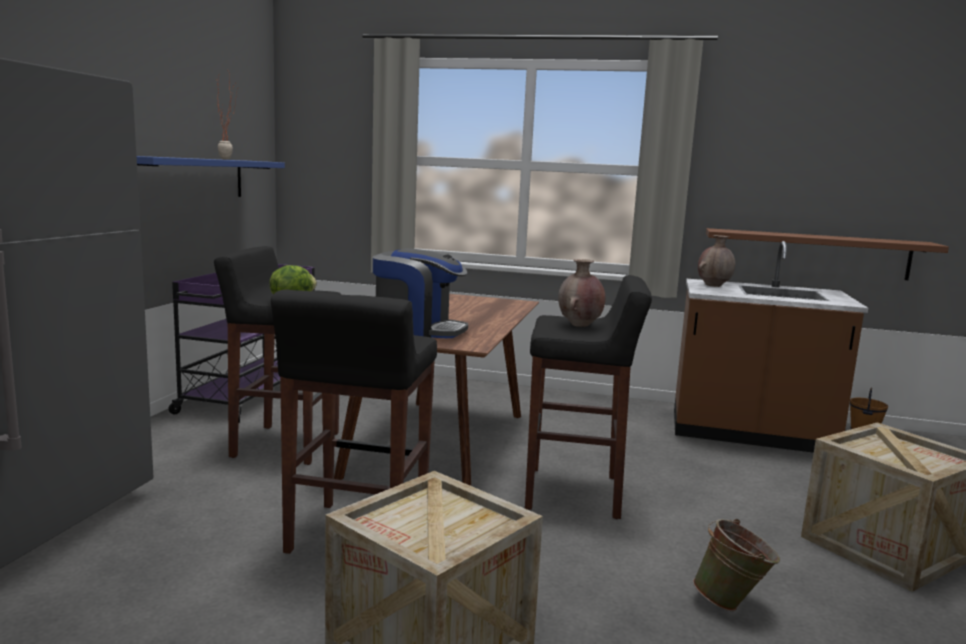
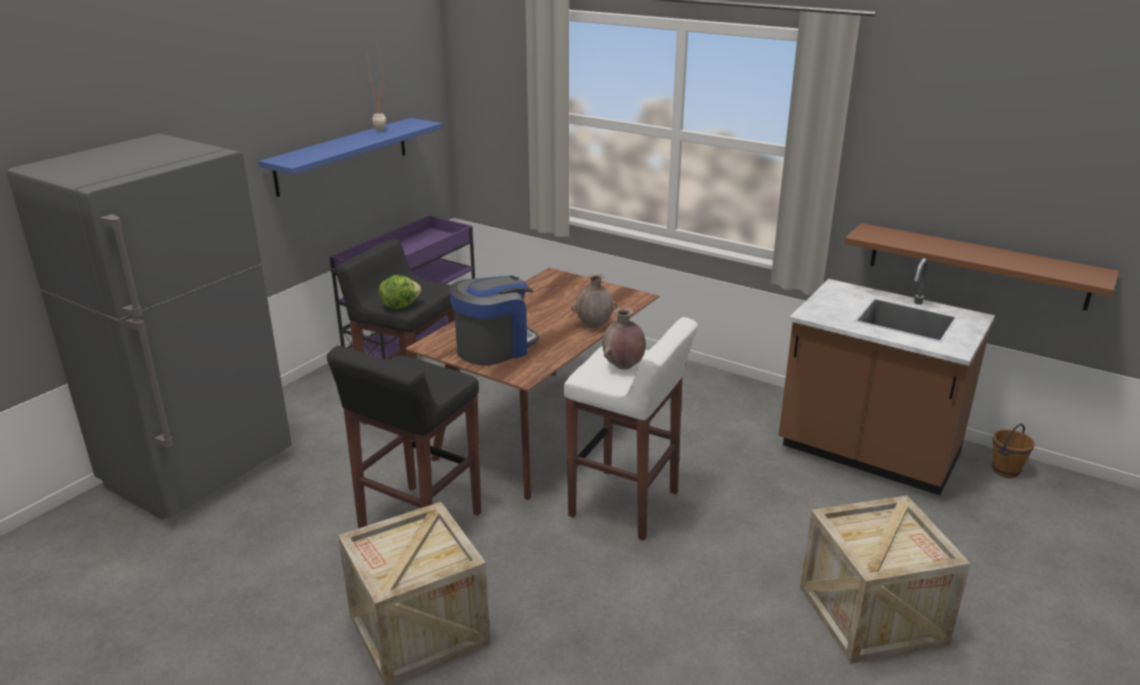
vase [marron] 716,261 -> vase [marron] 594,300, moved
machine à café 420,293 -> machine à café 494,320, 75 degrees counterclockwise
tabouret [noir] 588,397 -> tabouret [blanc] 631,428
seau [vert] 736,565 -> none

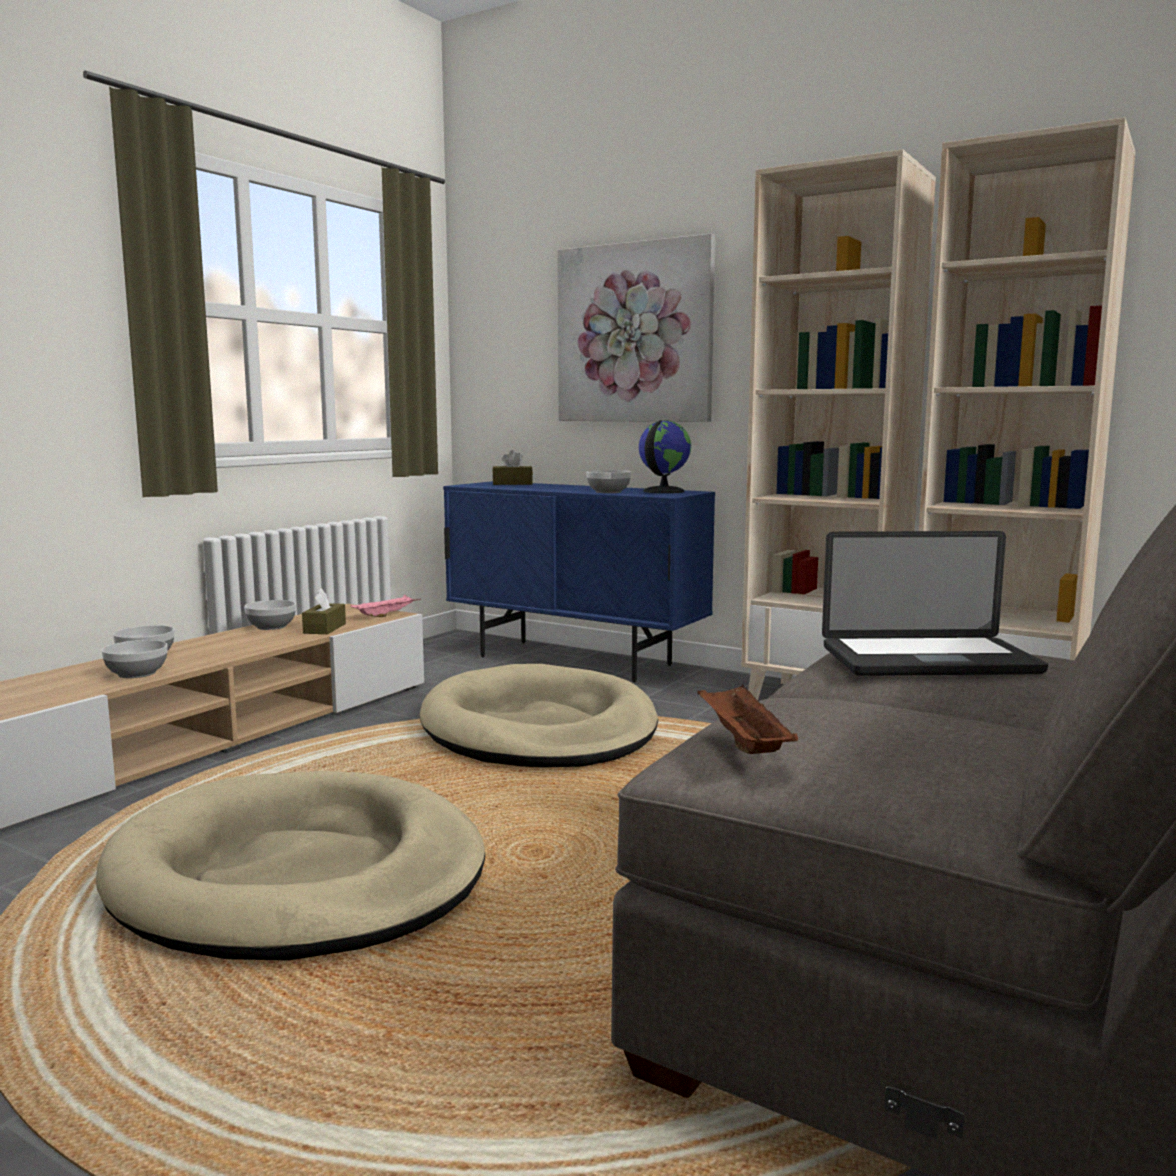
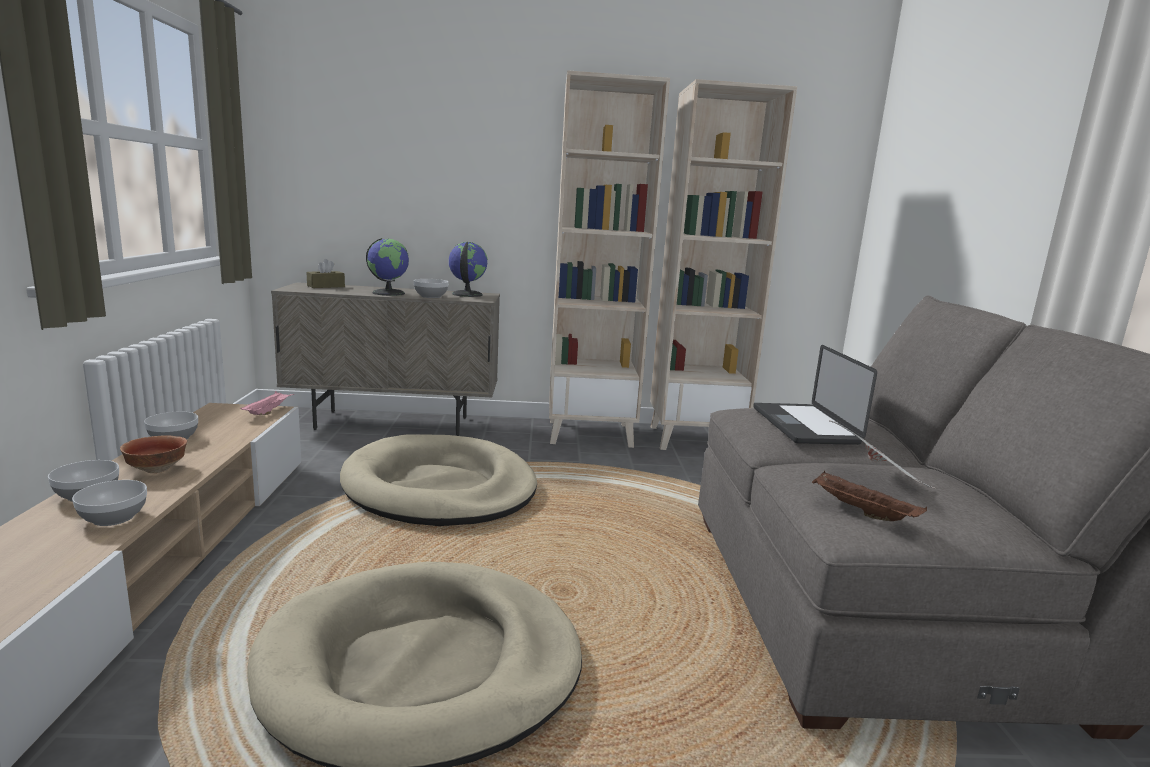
tableau 636,328 -> none
meuble de rangement [bleu] 579,582 -> meuble de rangement [beige] 385,359
ordinateur portable 935,603 -> ordinateur portable 815,395, 120 degrees clockwise
boîte à mouchoirs [marron] 324,611 -> none
none -> globe 387,267
none -> journal 881,454
none -> bol 153,454

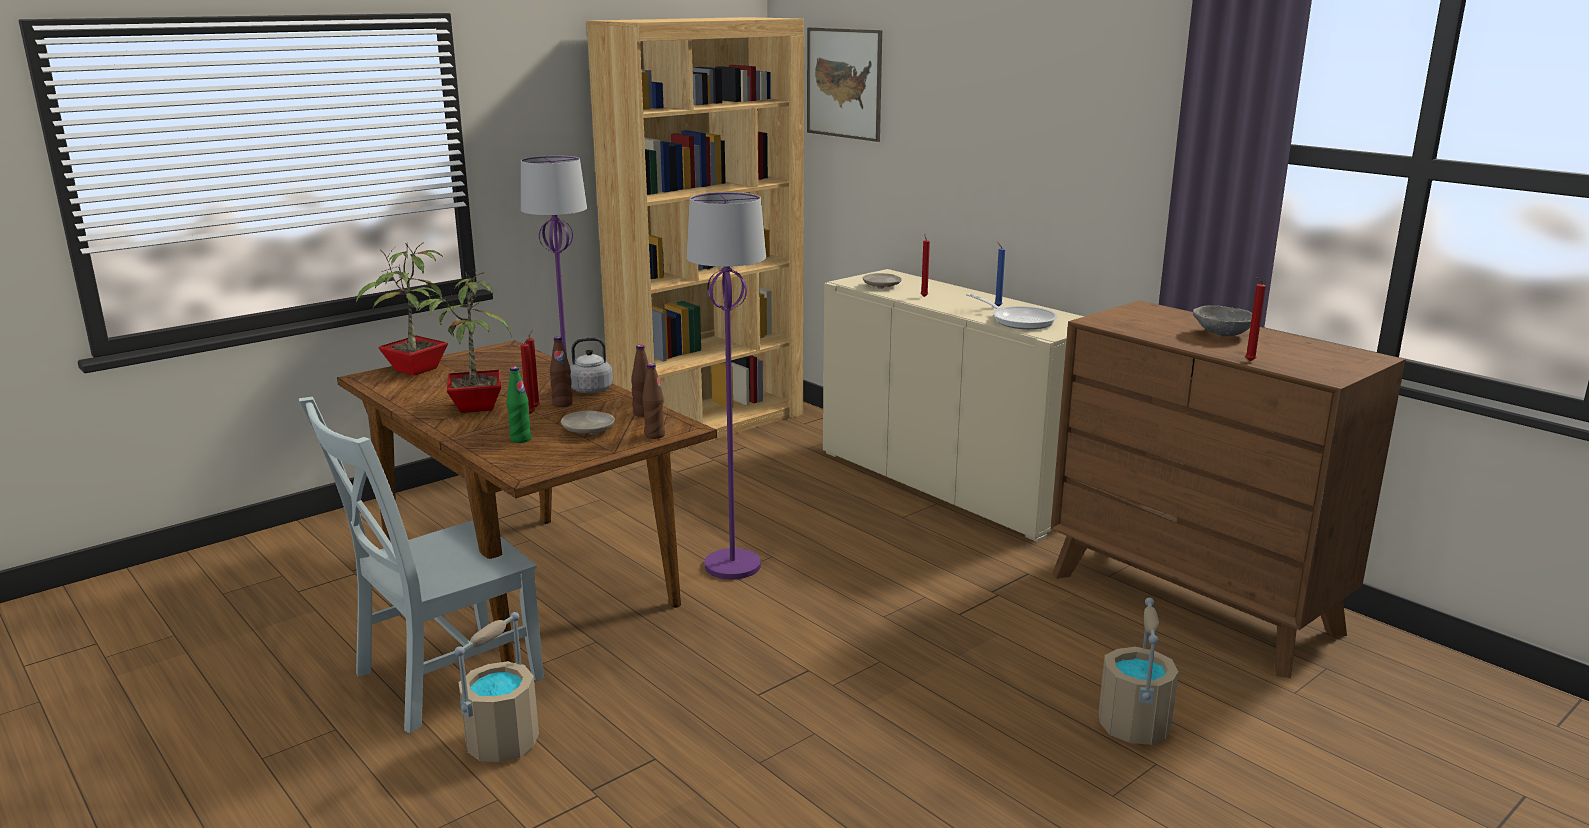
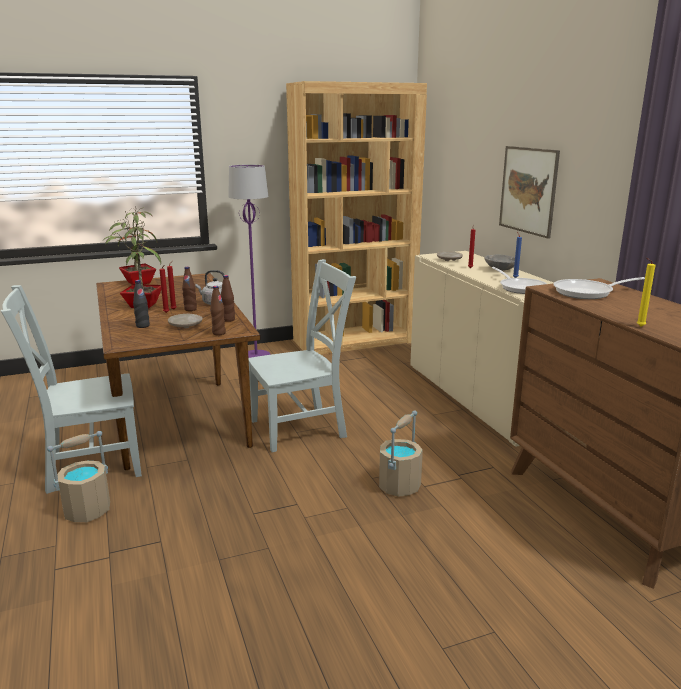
tableau 844,84 -> tableau 529,192, moved
lampadaire [violet] 726,385 -> chaise [gris] 302,355
bougie [rouge] 1255,319 -> bougie [jaune] 646,292
bol [gris] 1222,320 -> bol [gris] 499,263, moved
bouteille [vert] 519,405 -> bouteille [noir] 141,304
seau [beige] 1139,671 -> seau [beige] 401,453, moved
none -> poêle 599,288

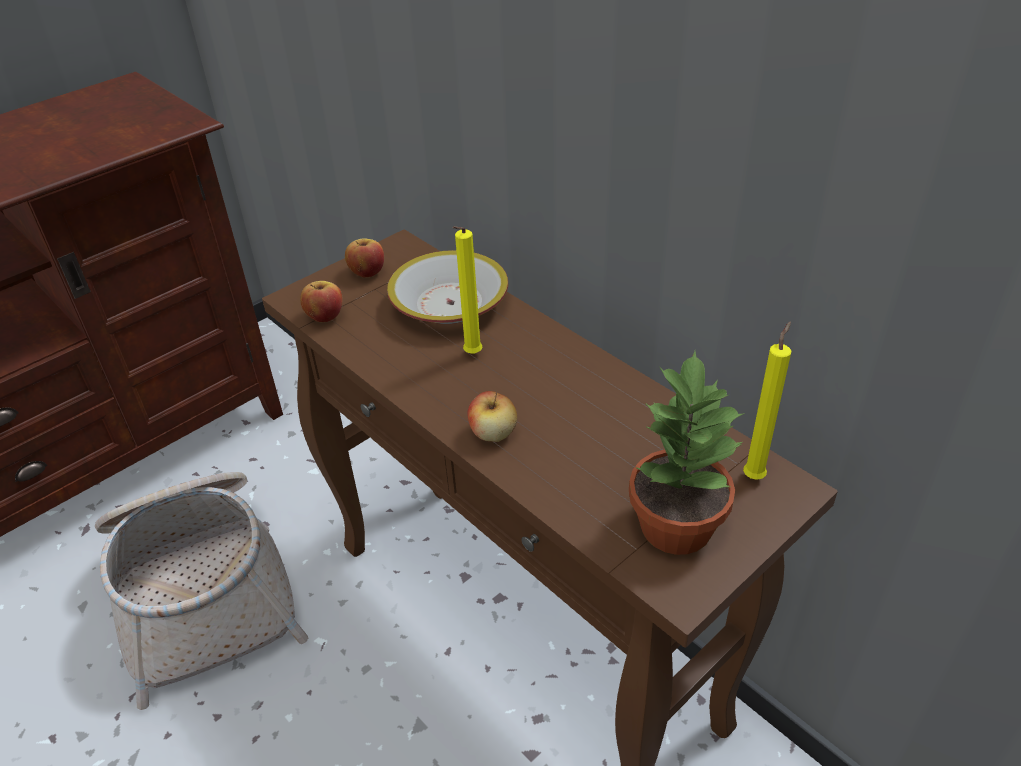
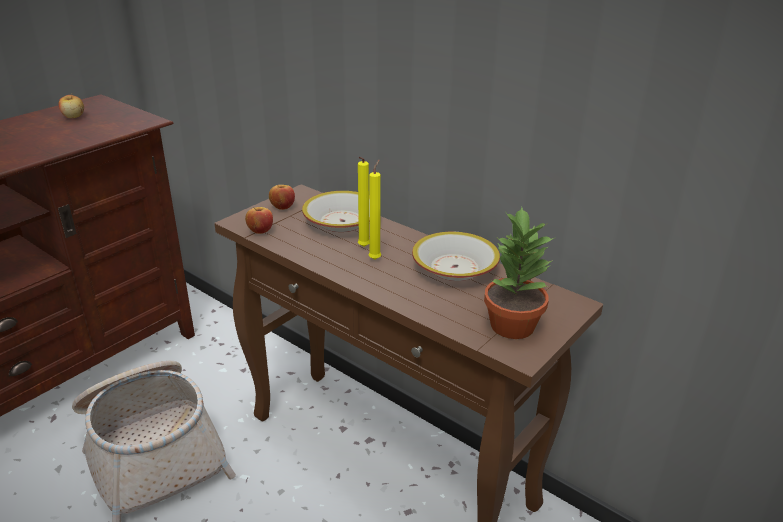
bougie [jaune] 767,400 -> bougie [jaune] 375,210, moved
pomme 492,416 -> pomme 71,106, moved
none -> bol 456,256

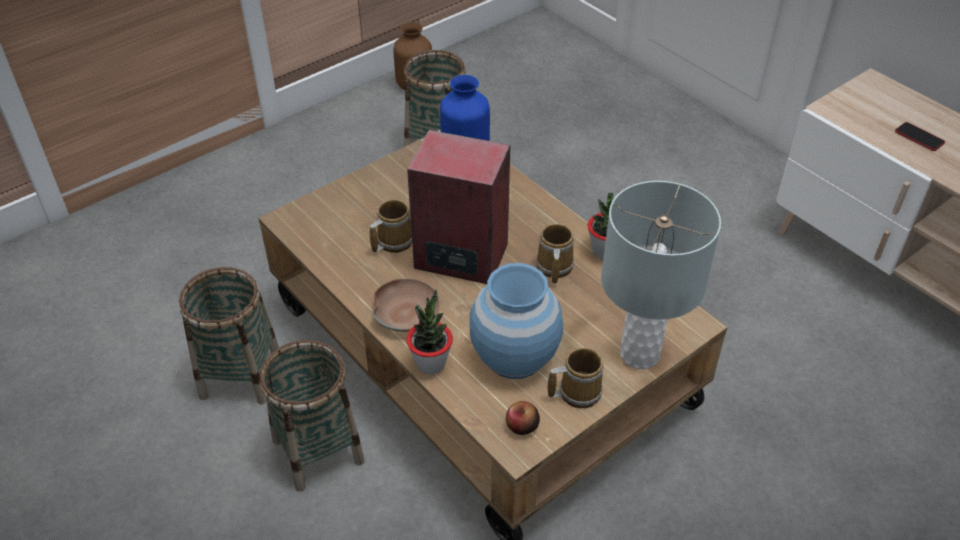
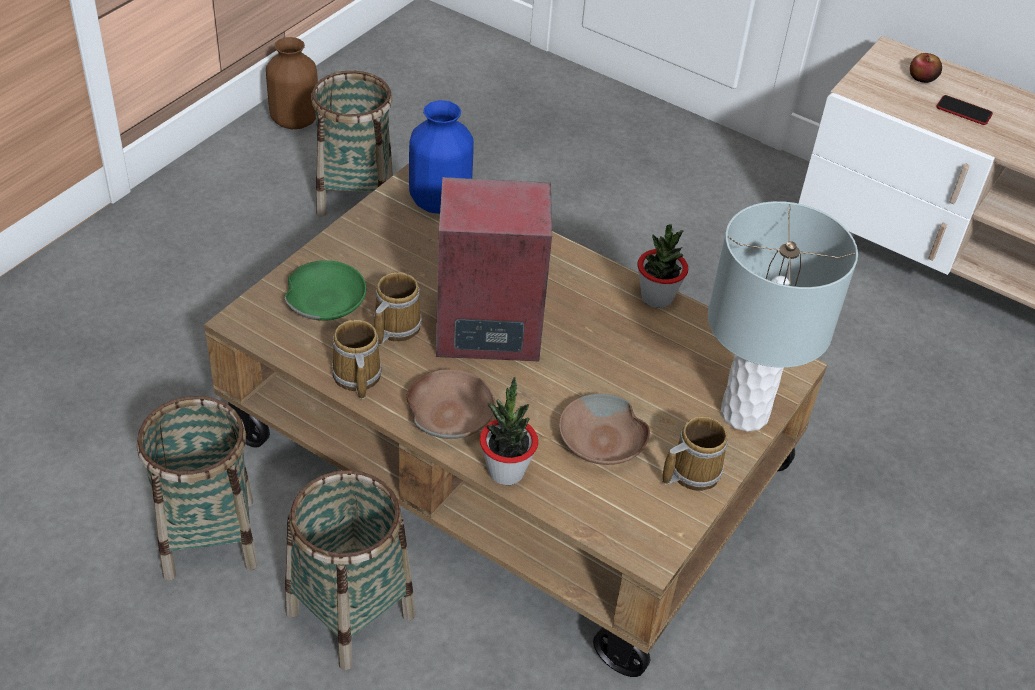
mug 555,254 -> mug 356,359, moved
vase [bleu] 516,321 -> bol [marron] 604,429
pomme 523,418 -> pomme 926,68, moved
none -> bol [vert] 325,290

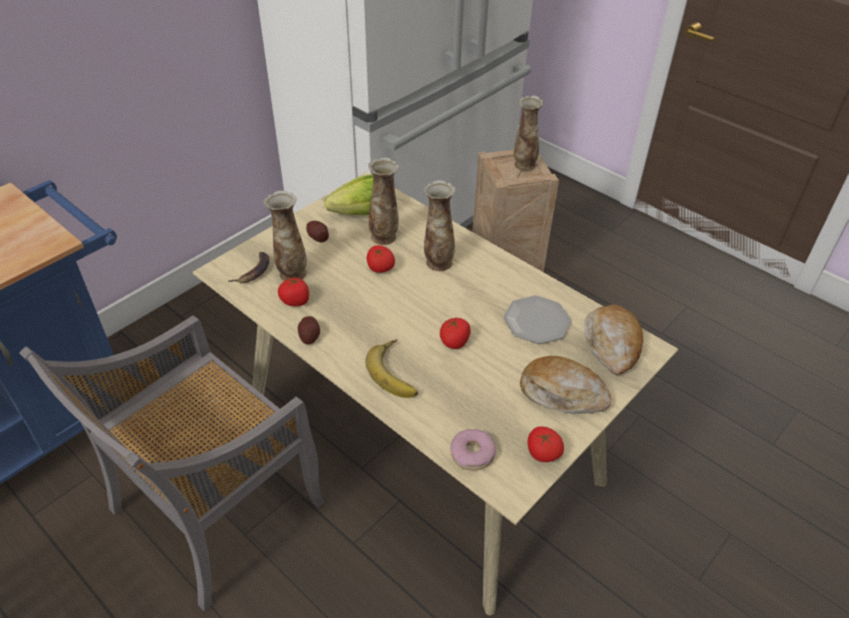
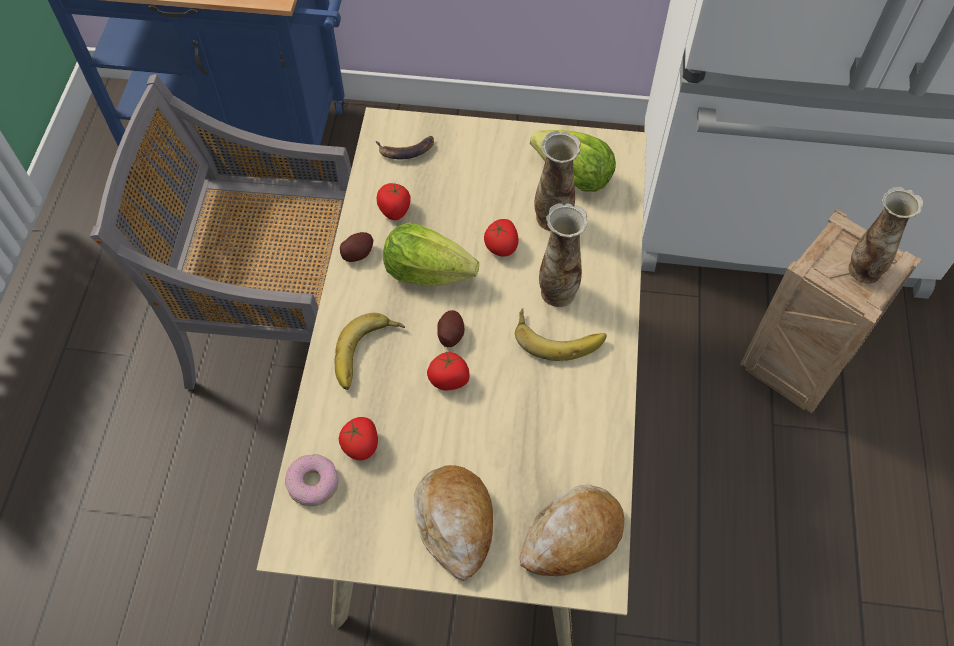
vase 285,235 -> none
pomme de terre 317,231 -> pomme de terre 451,328, moved
assiette 537,319 -> none
tomate 546,444 -> tomate 358,439, moved
none -> laitue 431,254
none -> banane 560,334

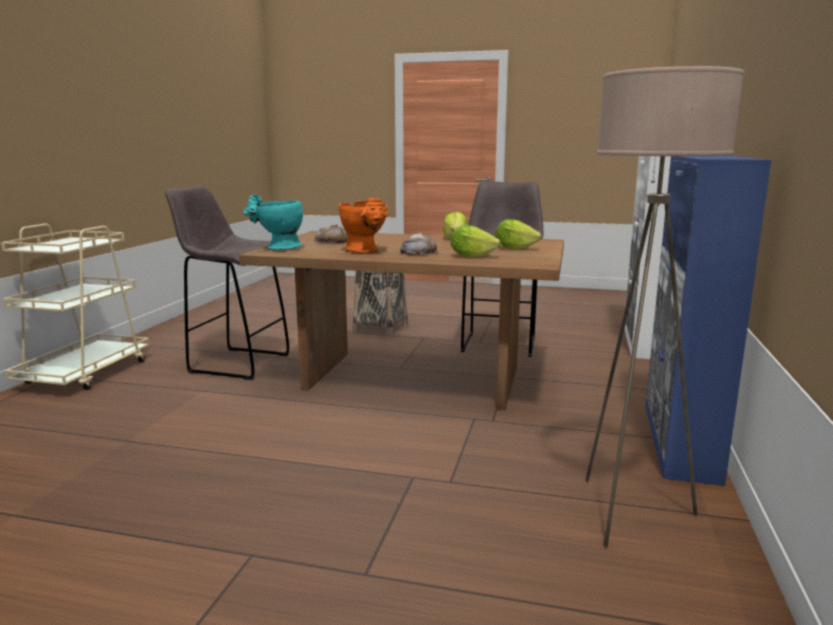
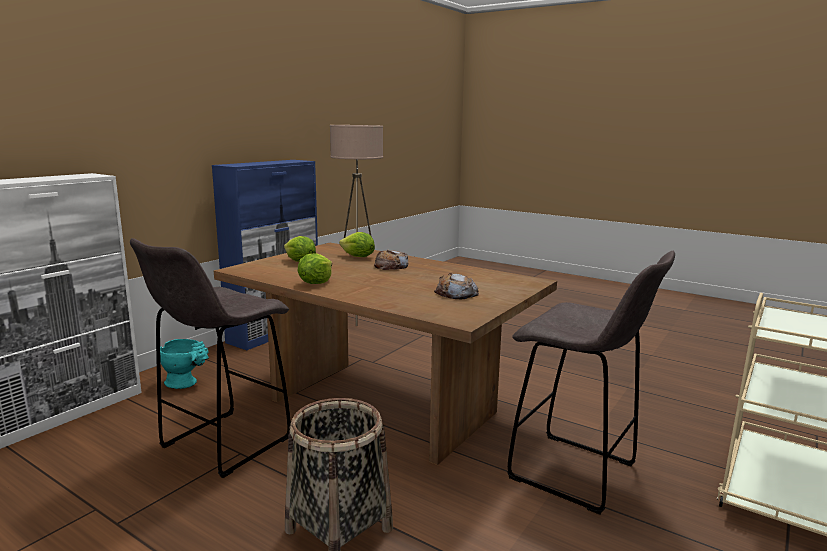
vase [turquoise] 273,222 -> vase [turquoise] 184,364, moved
vase [orange] 363,225 -> none

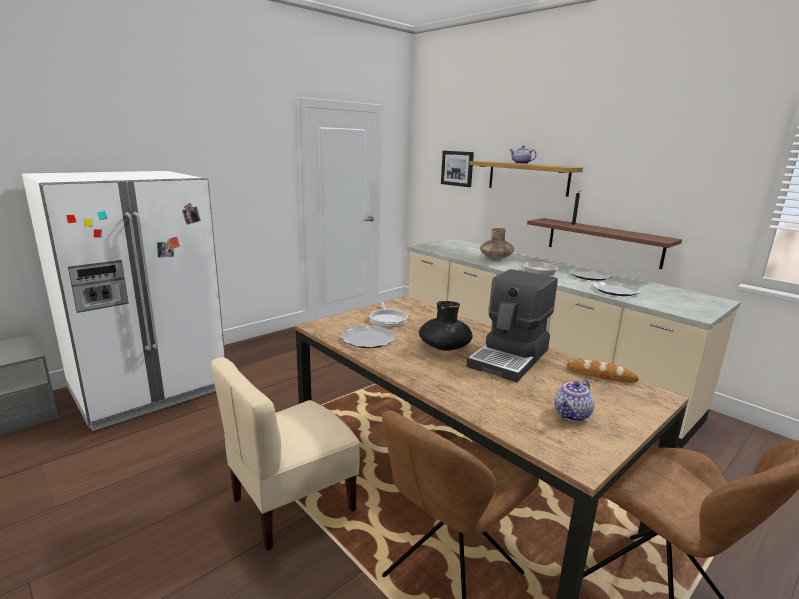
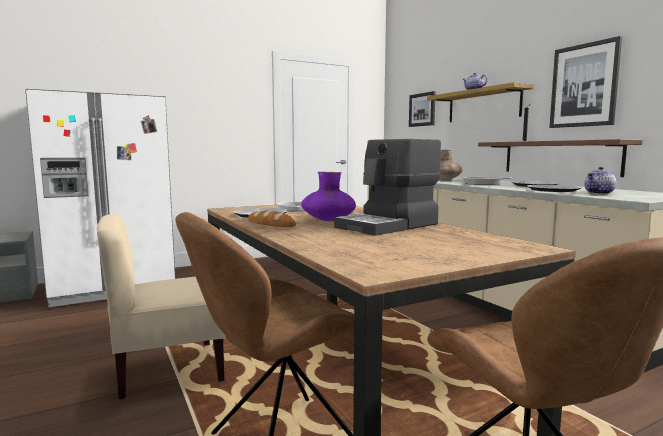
vase [noir] 446,326 -> vase [violet] 328,196
pain 603,371 -> pain 272,218, moved
théière 574,401 -> théière 600,180, moved
none -> tableau 585,82

